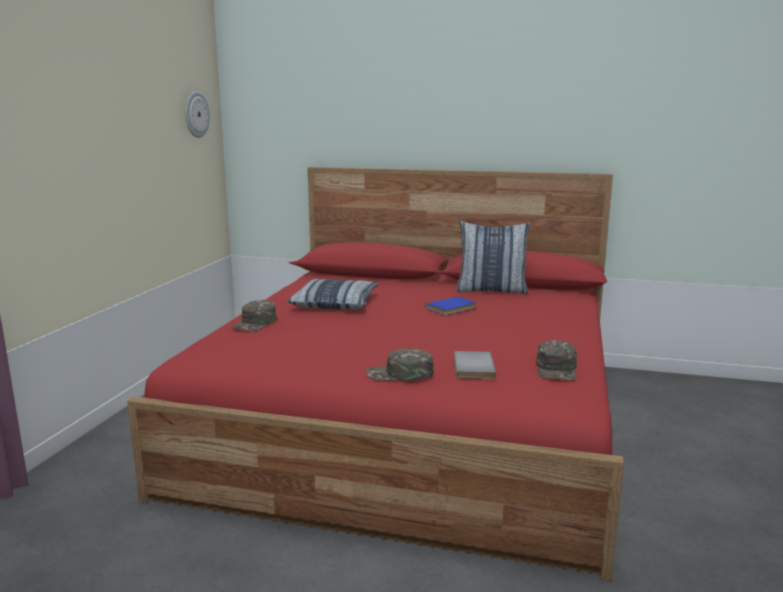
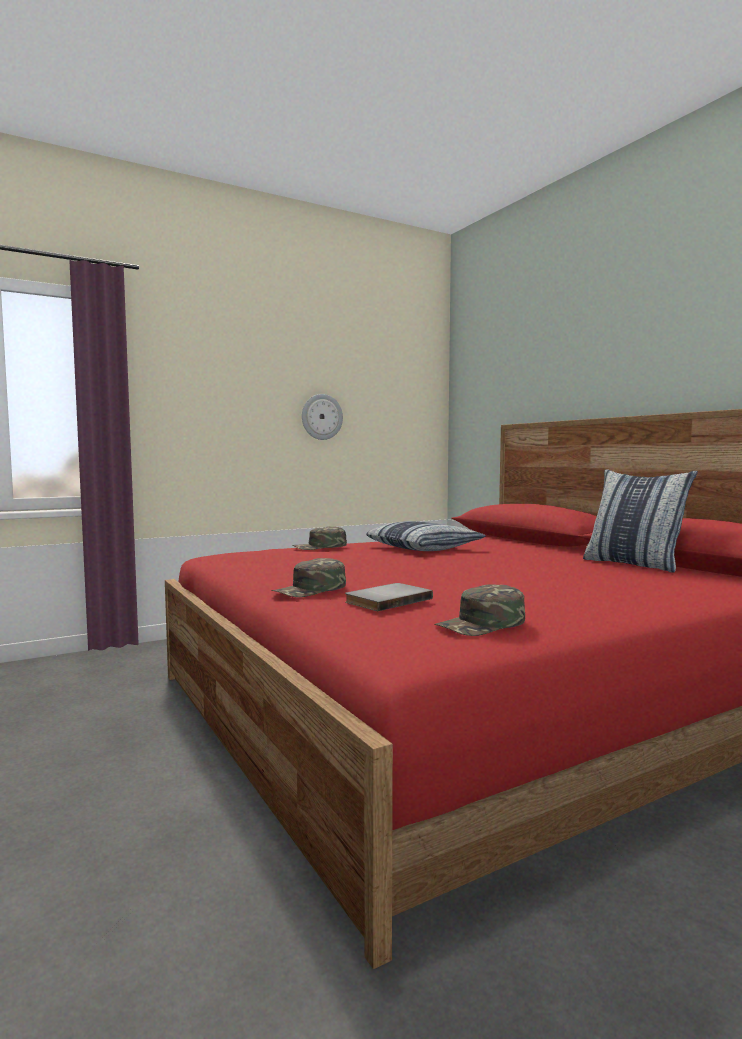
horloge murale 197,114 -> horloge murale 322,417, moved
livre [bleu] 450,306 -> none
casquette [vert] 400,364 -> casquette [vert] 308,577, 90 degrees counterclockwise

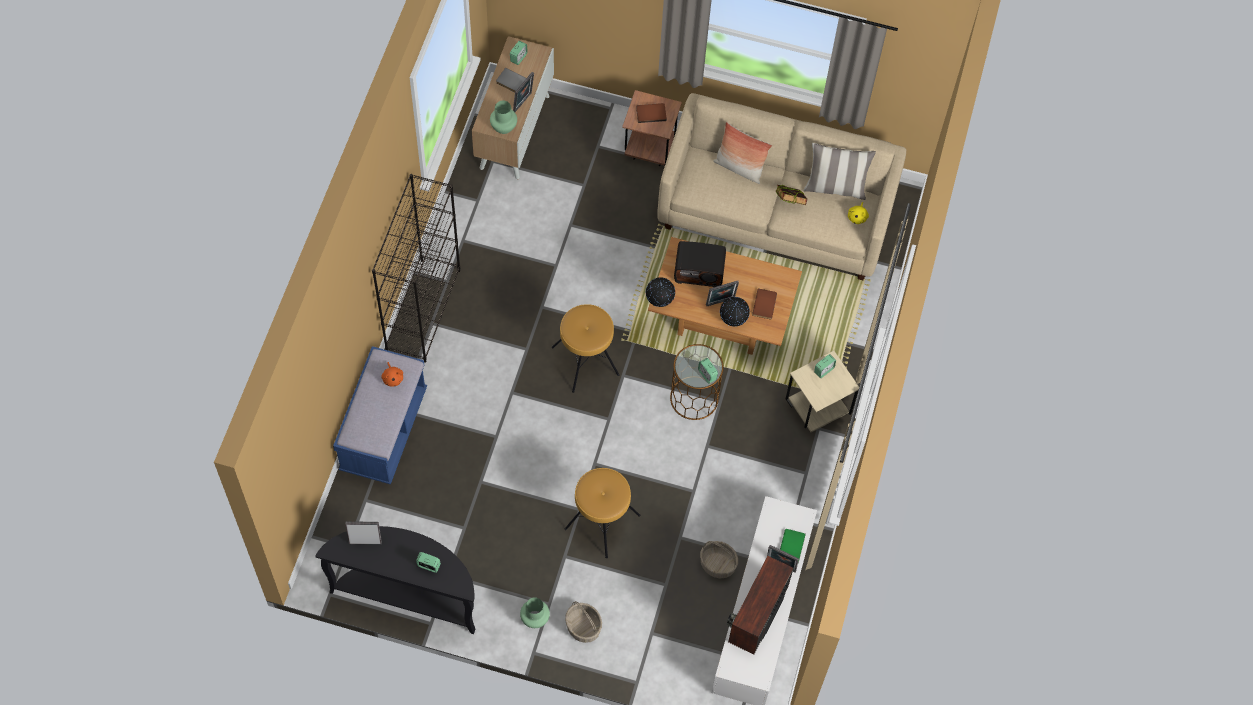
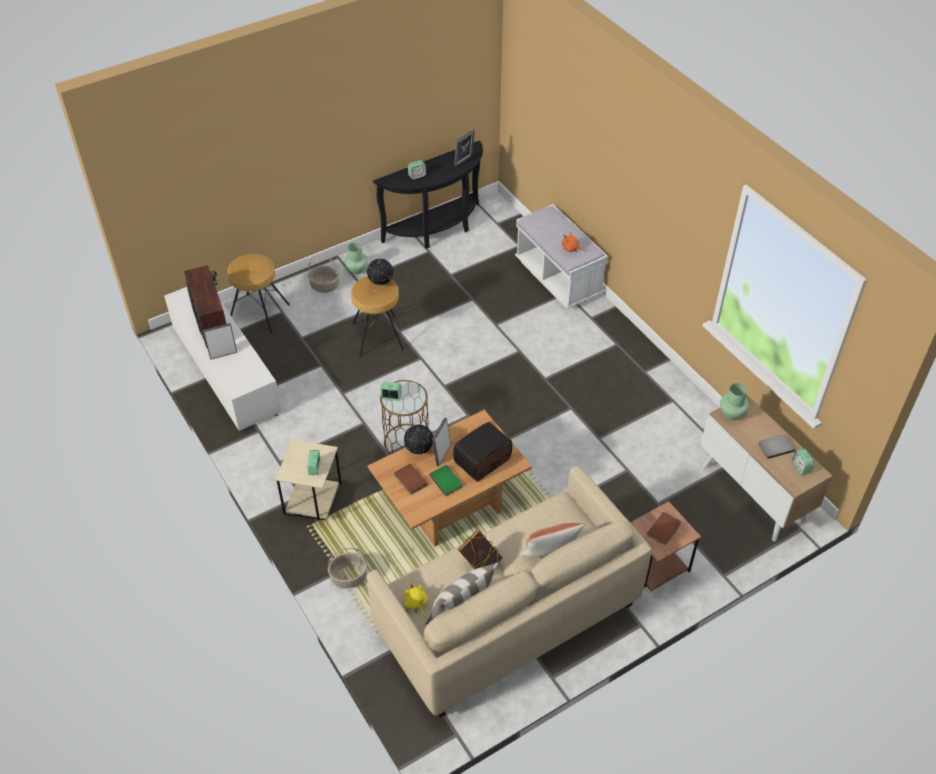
cadre photo 523,92 -> none
bibliothèque [noir] 416,268 -> none
globe 660,292 -> globe 380,272, moved
tabouret [marron] 585,348 -> tabouret [marron] 258,293, moved
banc [bleu] 380,415 -> banc [blanc] 561,256
livre [vert] 793,546 -> livre [vert] 445,480, moved
panier 719,559 -> panier 347,568, moved

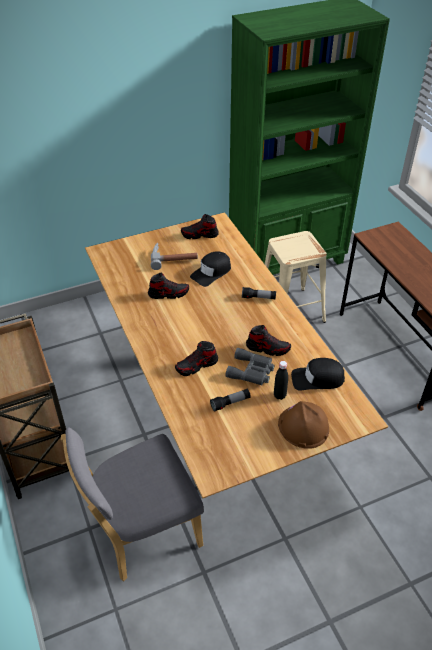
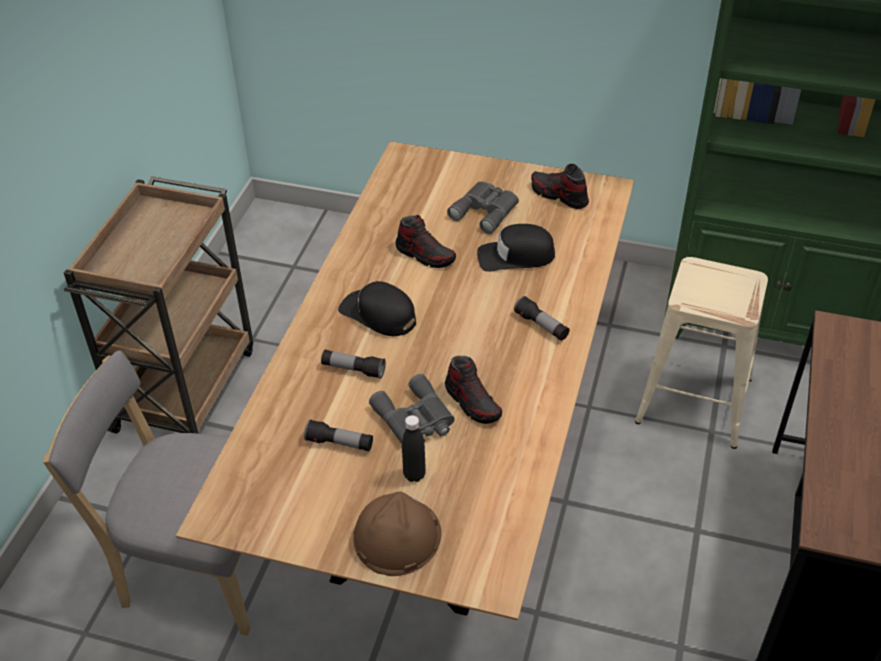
marteau 174,256 -> jumelles [gris] 483,207
chaussure 196,358 -> lampe de poche 353,364
casquette [noir] 318,374 -> casquette [noir] 377,308, moved

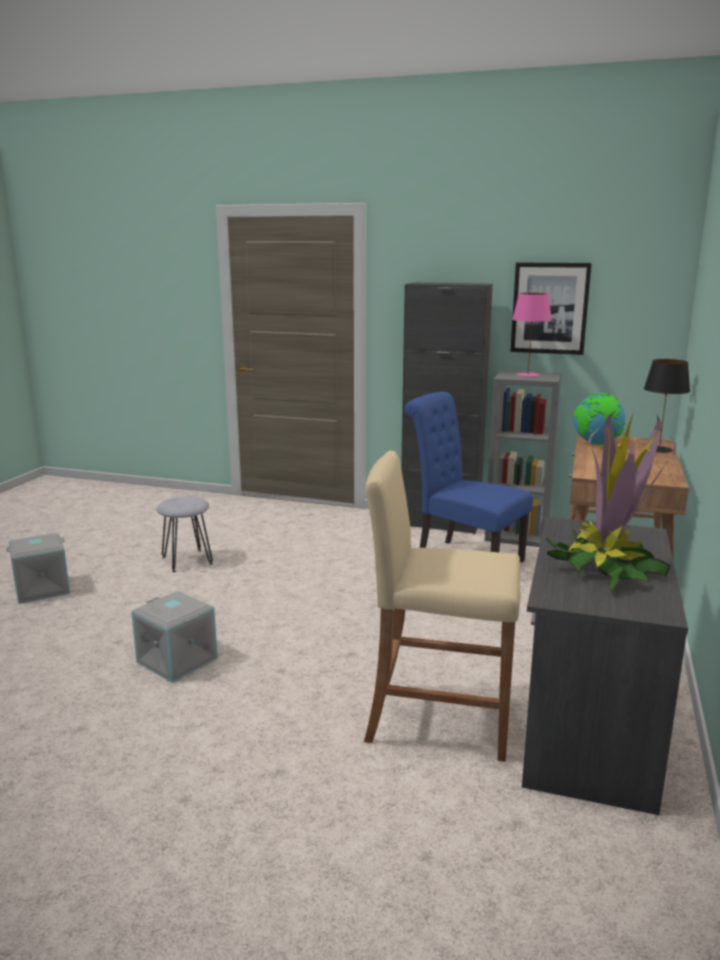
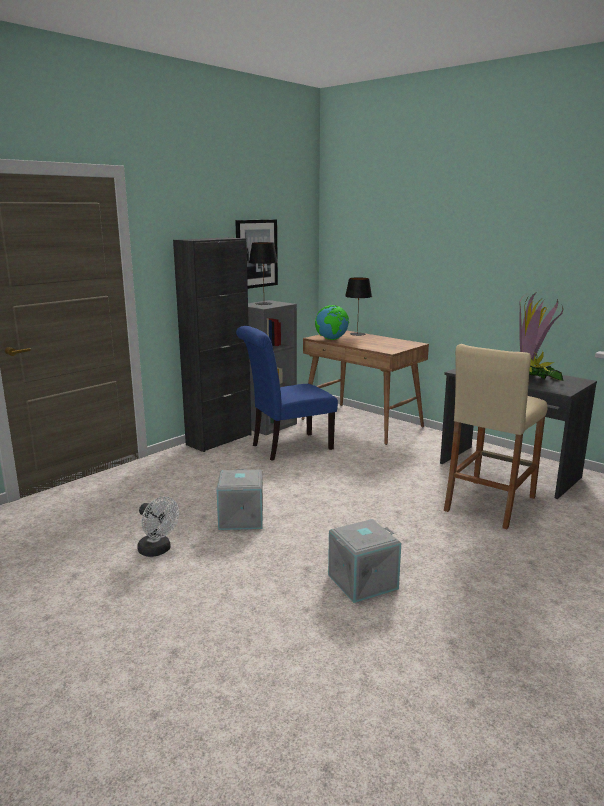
lampe de table [rose] 532,335 -> lampe de table [noir] 263,273
tabouret [gris] 185,534 -> ventilateur [blanc] 158,527
boîte de rangement [gris] 38,568 -> boîte de rangement [gris] 239,499, moved

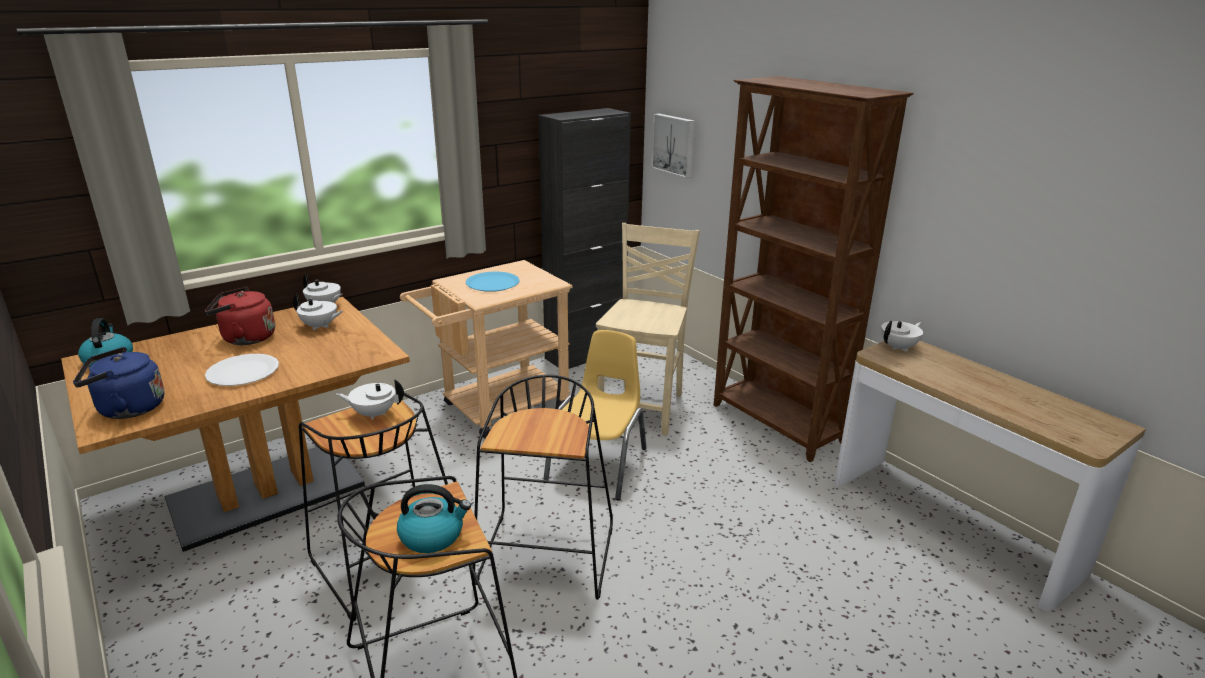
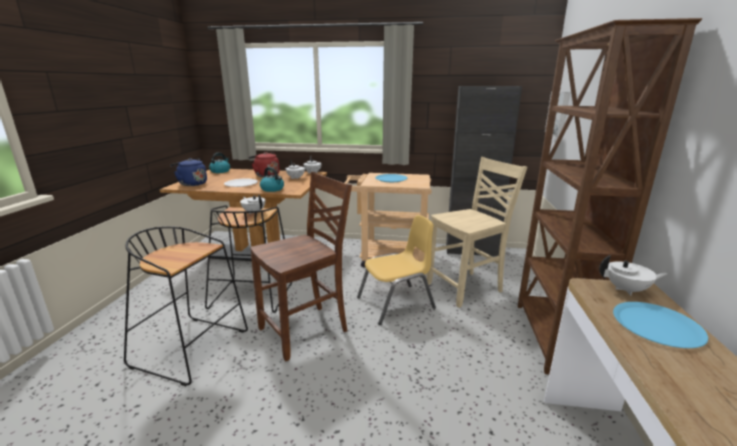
tabouret [noir] 542,487 -> chaise [marron] 301,266
bouilloire 434,518 -> bouilloire 272,179, moved
none -> assiette [bleu] 660,325

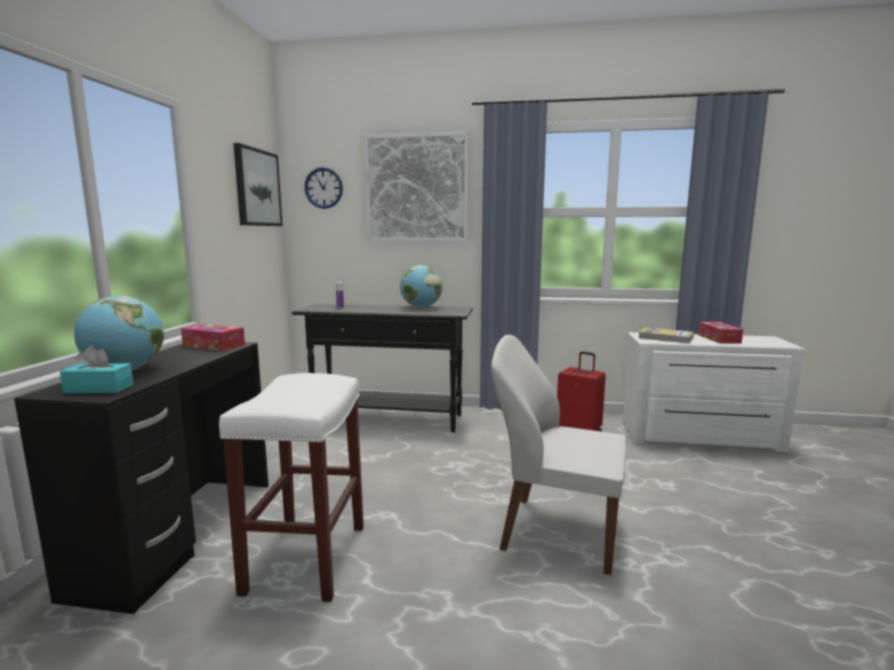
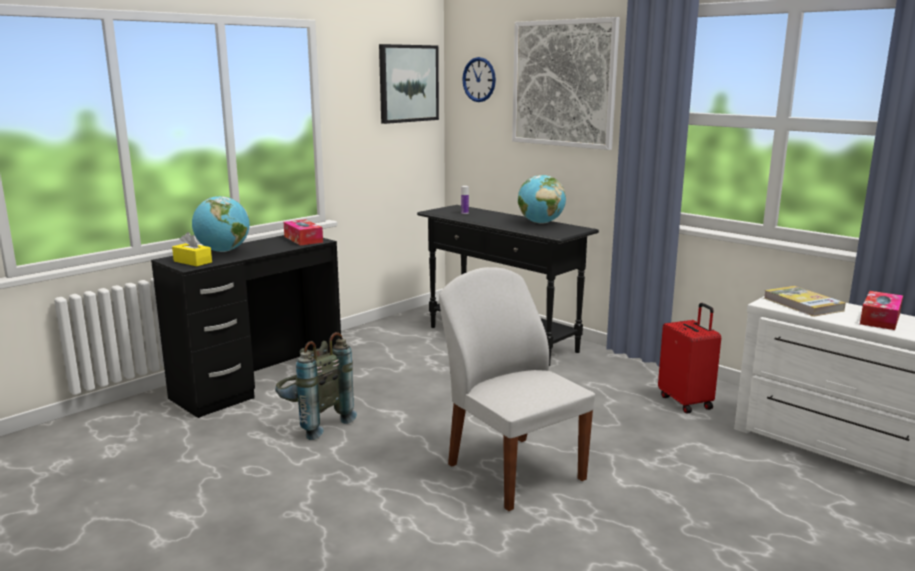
boîte à mouchoirs [turquoise] 96,370 -> boîte à mouchoirs [jaune] 192,249
tabouret [blanc] 291,487 -> sac à dos [gris] 316,386

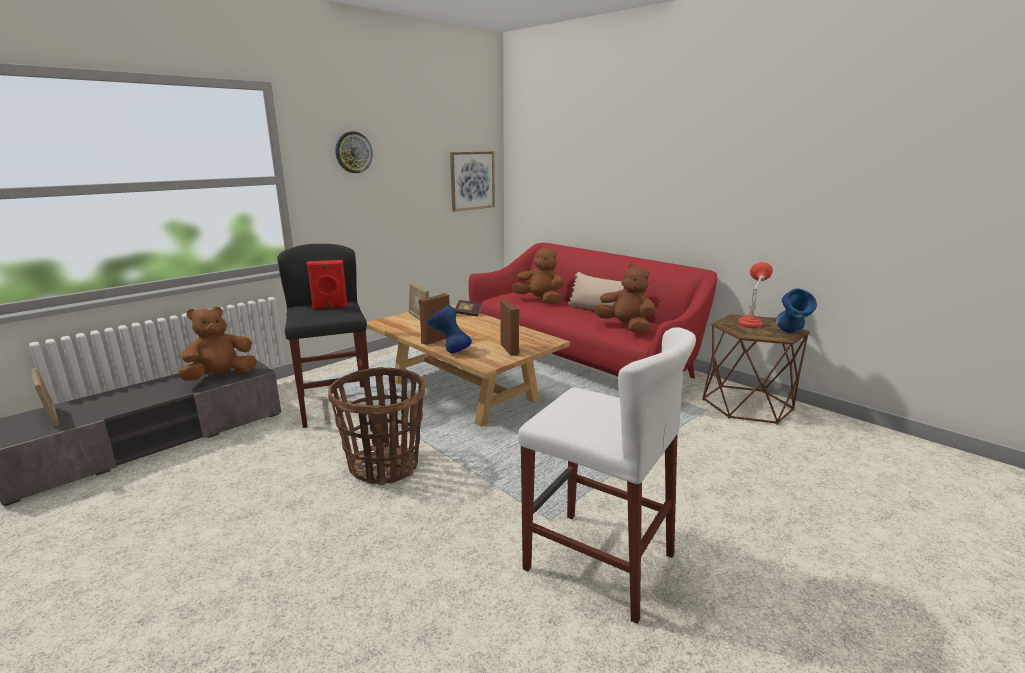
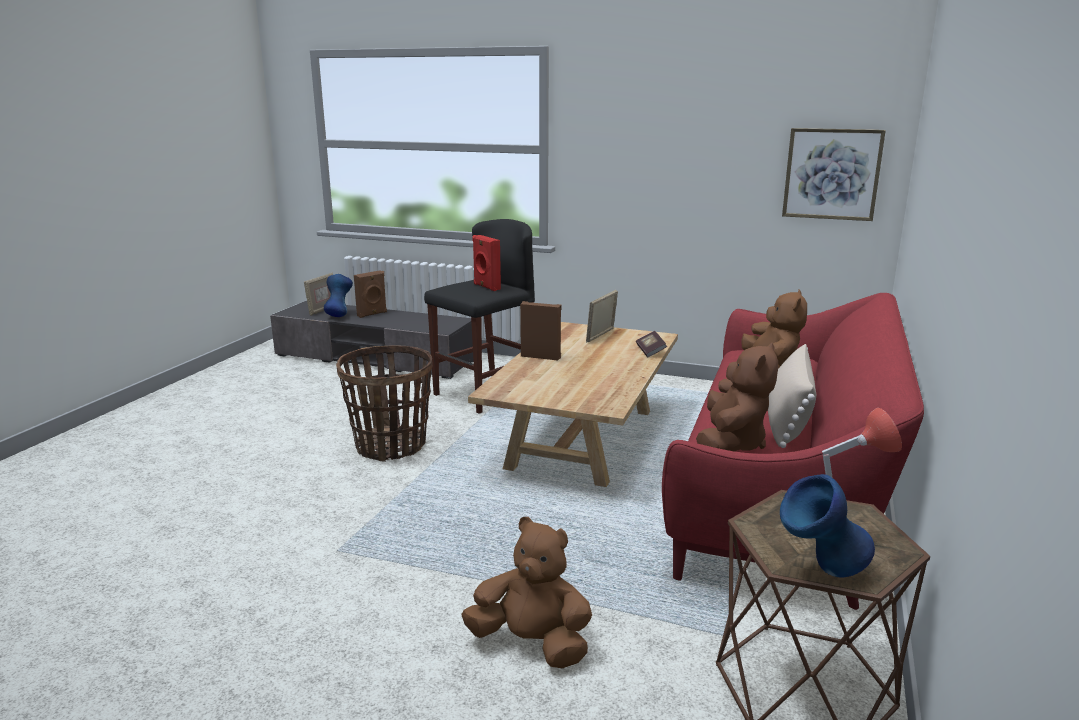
horloge murale 354,152 -> none
enceinte [marron] 510,328 -> enceinte [marron] 370,294, moved
vase [bleu] 449,329 -> vase [bleu] 338,295, moved
peluche [marron] 217,343 -> peluche [marron] 526,592, moved
tabouret [blanc] 607,475 -> none

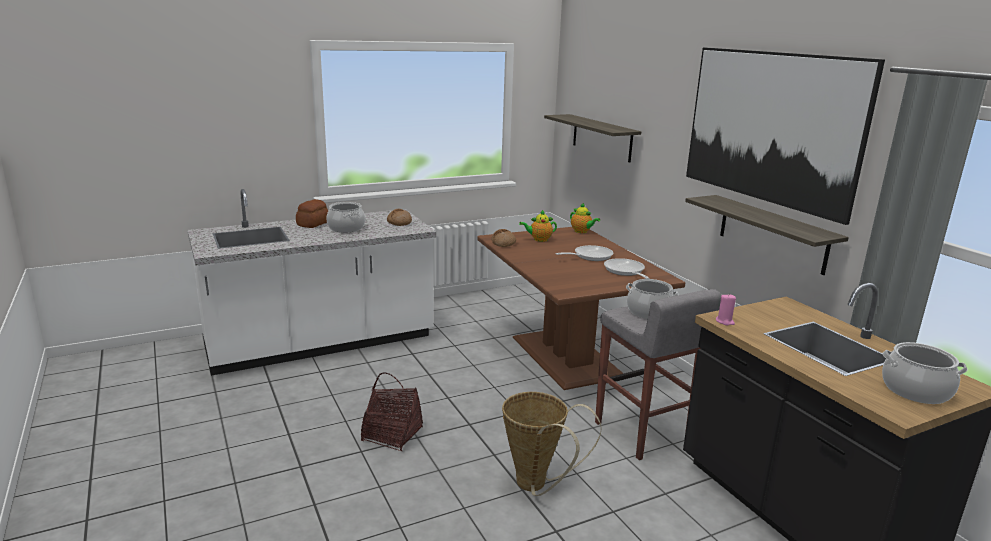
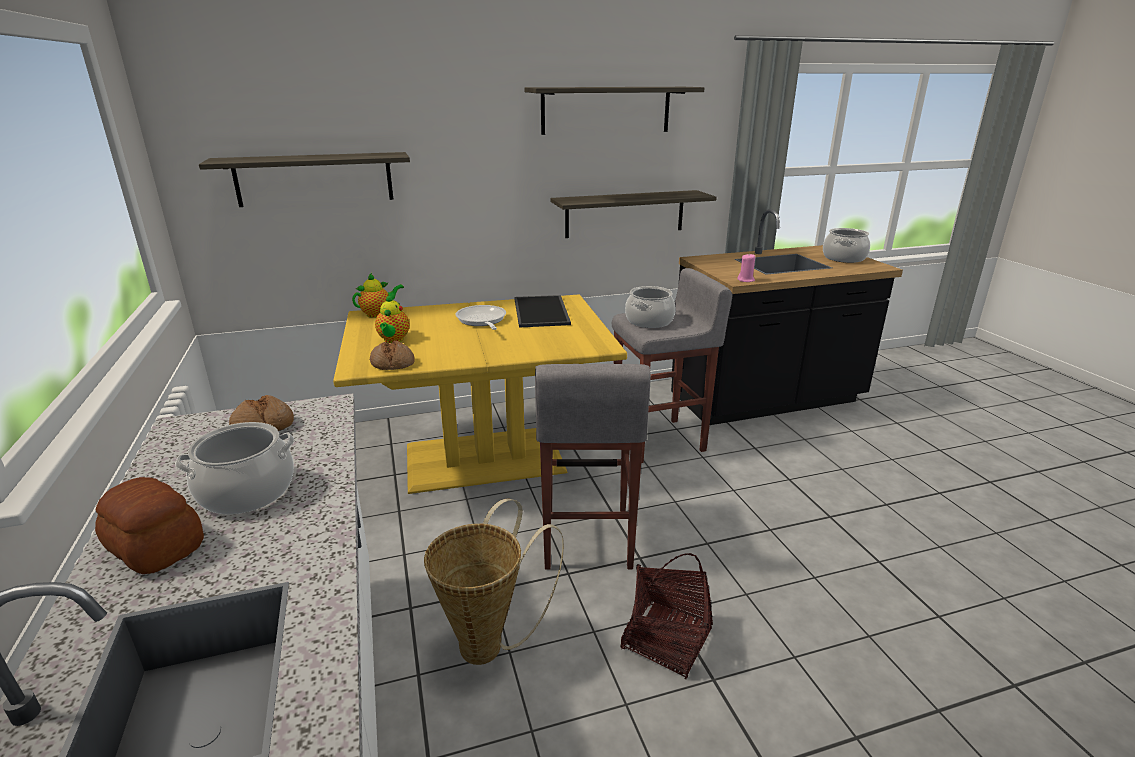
tableau 785,136 -> étagère 614,111
table à manger [marron] 581,308 -> table à manger [jaune] 480,394
poêle 627,268 -> plateau 542,311
panier 551,444 -> panier 494,582, moved
none -> tabouret [gris] 593,467

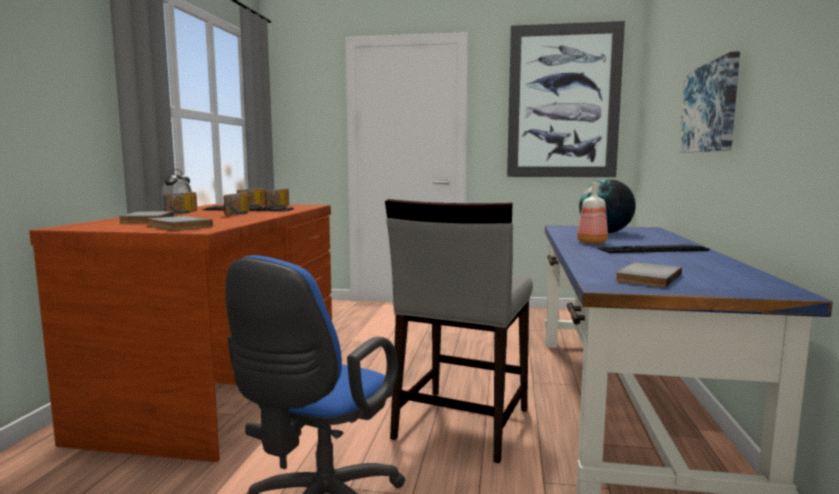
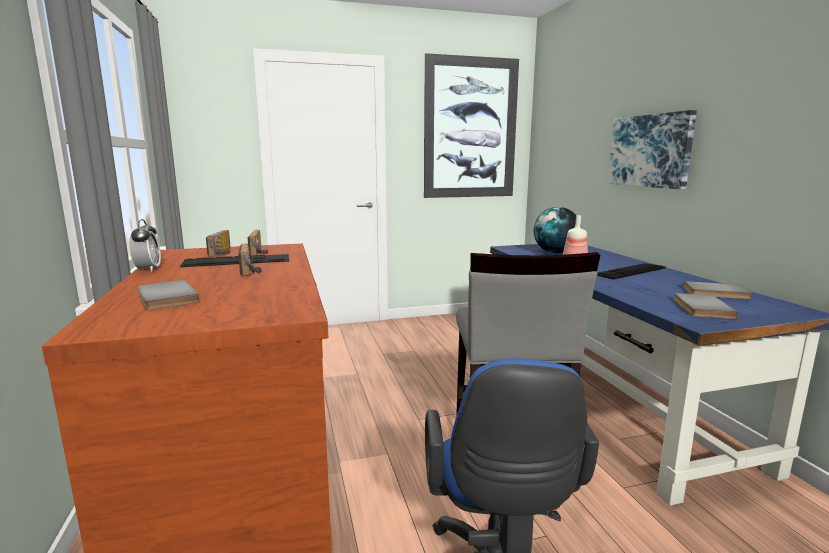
radio 180,203 -> none
livre [gris] 180,223 -> livre [gris] 717,290, moved

